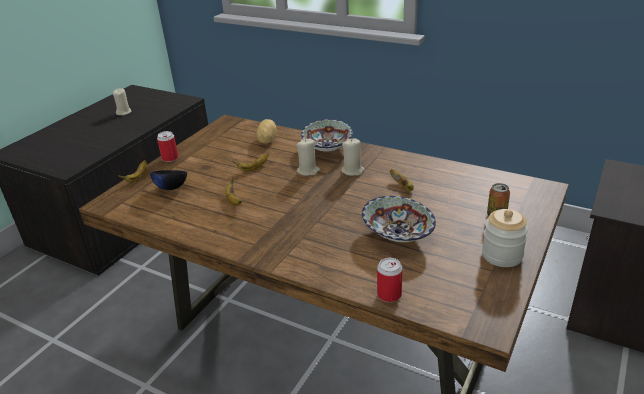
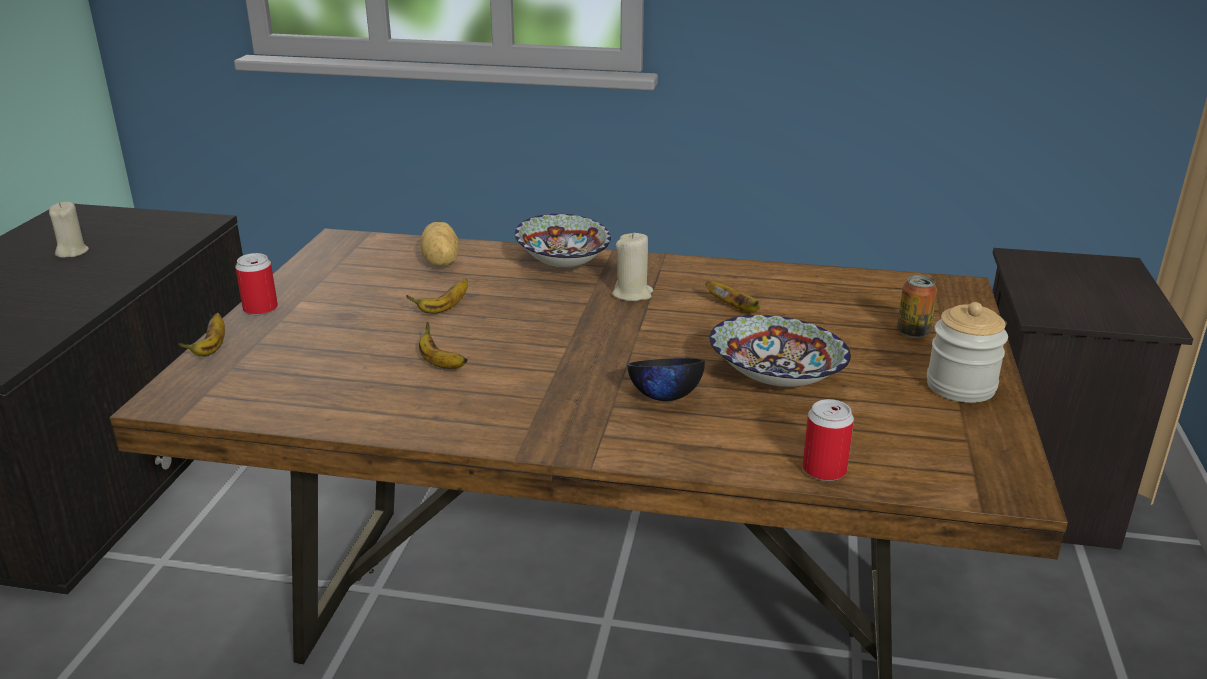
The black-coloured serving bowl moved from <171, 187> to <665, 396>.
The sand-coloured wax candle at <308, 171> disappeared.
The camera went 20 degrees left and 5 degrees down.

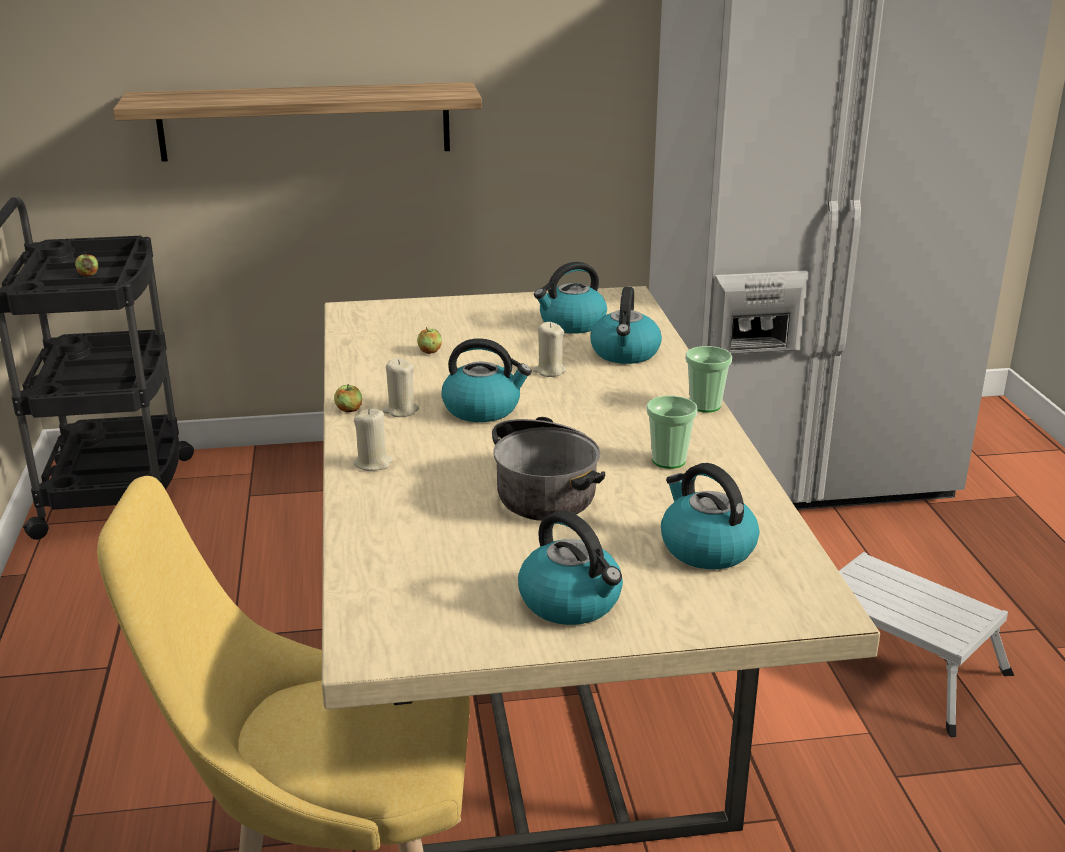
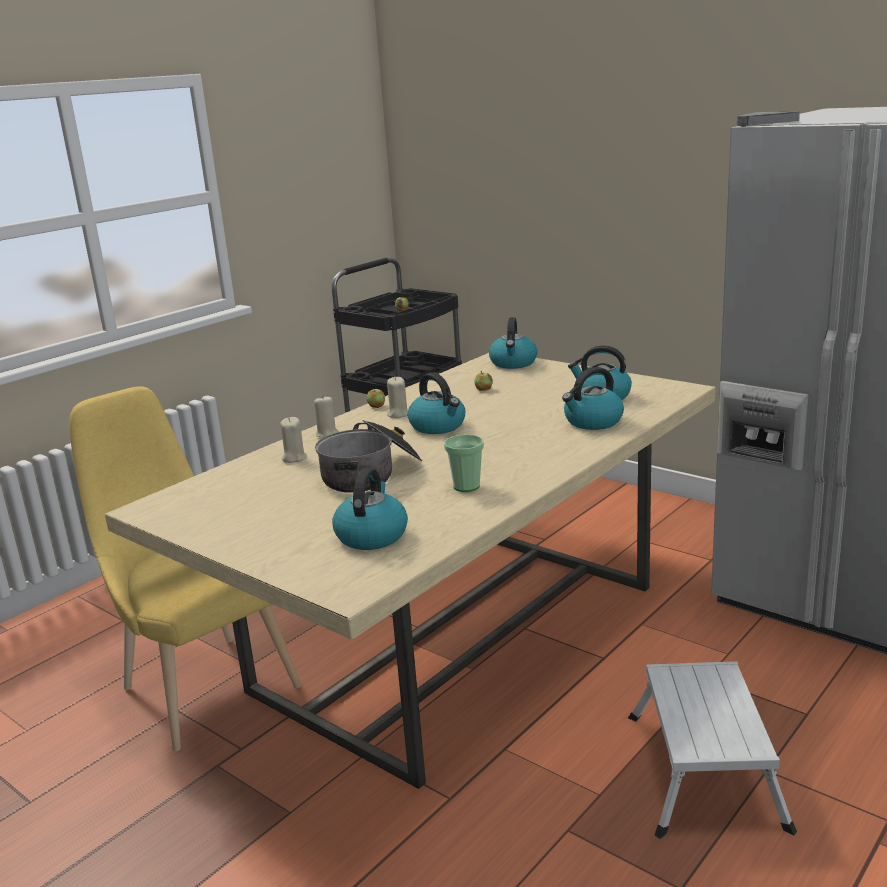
The wall shelf at <305, 121> disappeared.
The tea kettle moved from <572, 602> to <513, 363>.
The sand-coloured wax candle moved from <549, 371> to <294, 458>.
The cup at <705, 406> disappeared.
The camera went 50 degrees right and 5 degrees down.

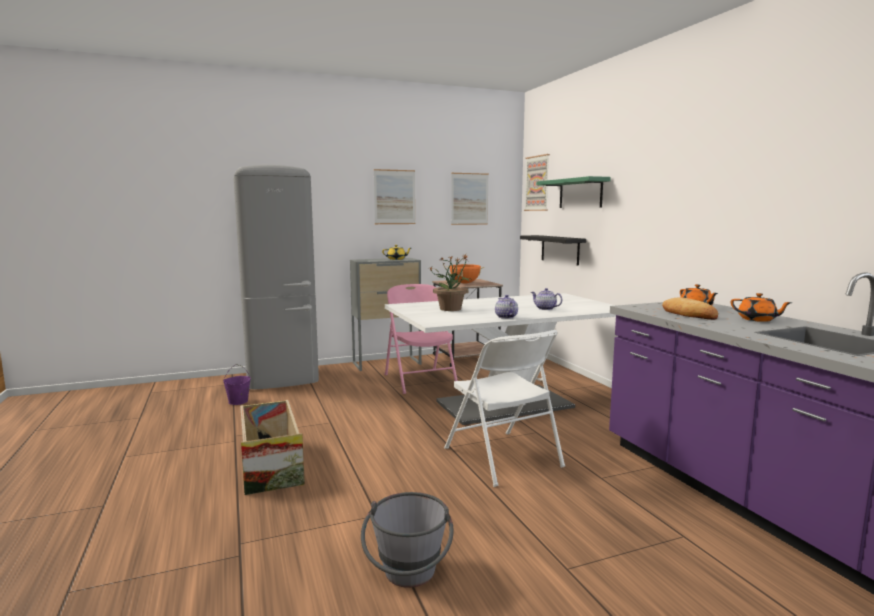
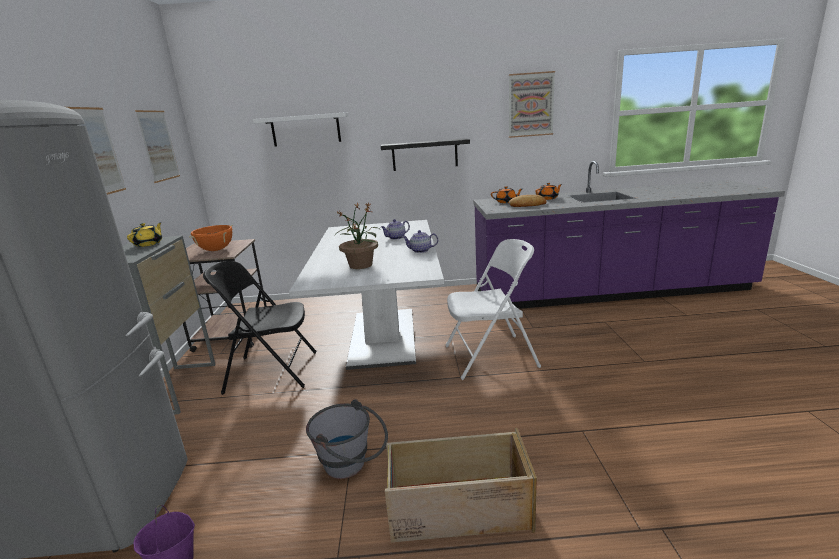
The greyish bucket moved from <408, 578> to <352, 466>.
The pink-coloured plain chair at <420, 380> became the black-coloured plain chair at <272, 371>.
The black-coloured wall shelf moved from <560, 249> to <424, 155>.
The picture moved from <537, 183> to <530, 105>.
The greenish wall shelf at <580, 193> became the white wall shelf at <306, 130>.
The camera went 70 degrees left and 10 degrees up.

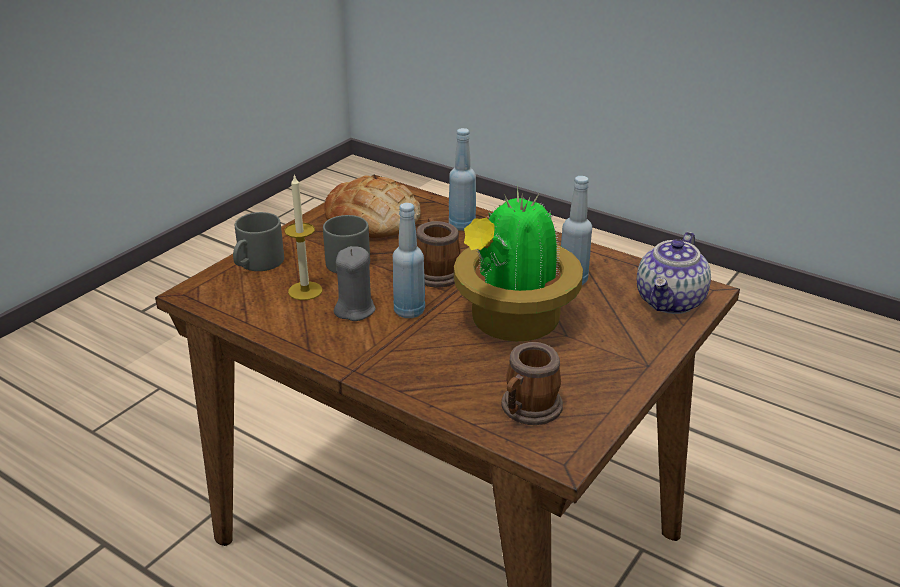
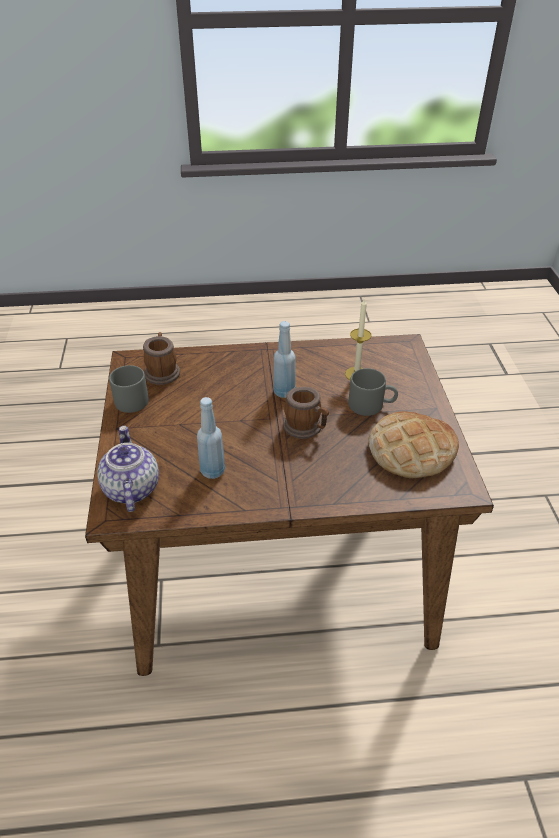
The greyish tea mug moved from <257, 264> to <130, 397>.
The greyish wax candle at <355, 310> disappeared.
The bluish drink bottle at <462, 225> disappeared.
The houseplant at <513, 323> disappeared.
The camera went 140 degrees right and 10 degrees up.

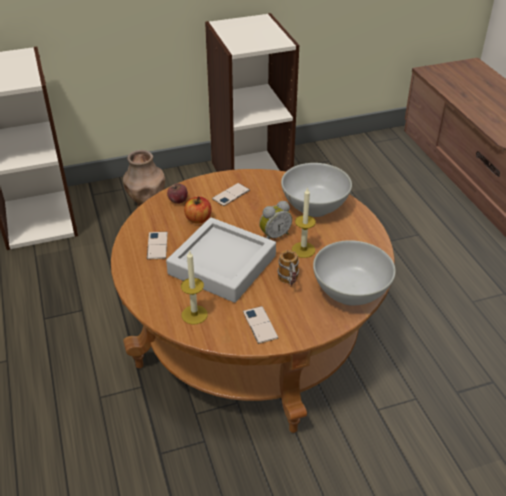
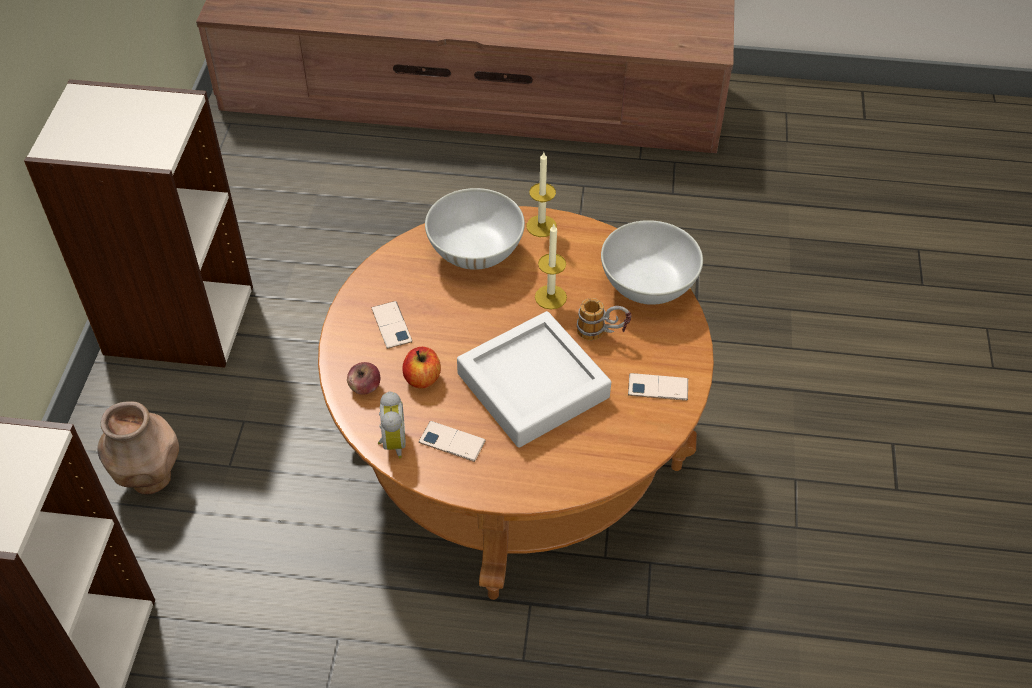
The wax candle moved from <194, 314> to <541, 226>.
The bedside clock moved from <274, 236> to <391, 442>.
The camera went 65 degrees left and 10 degrees up.

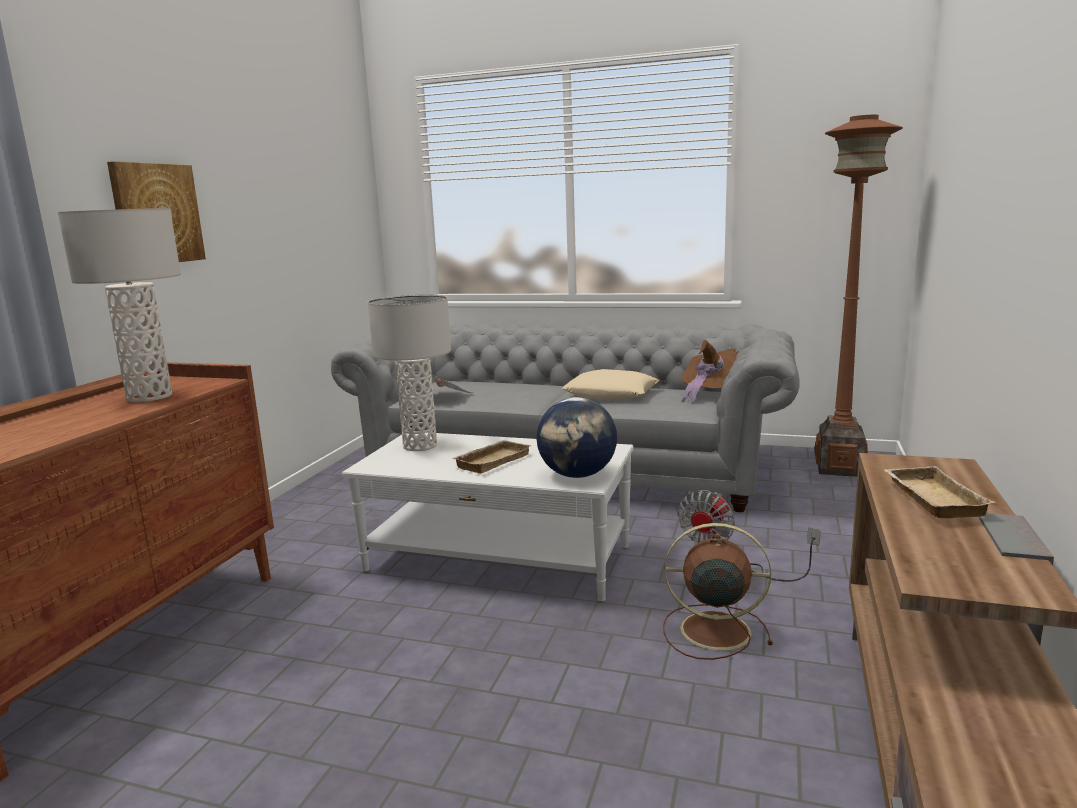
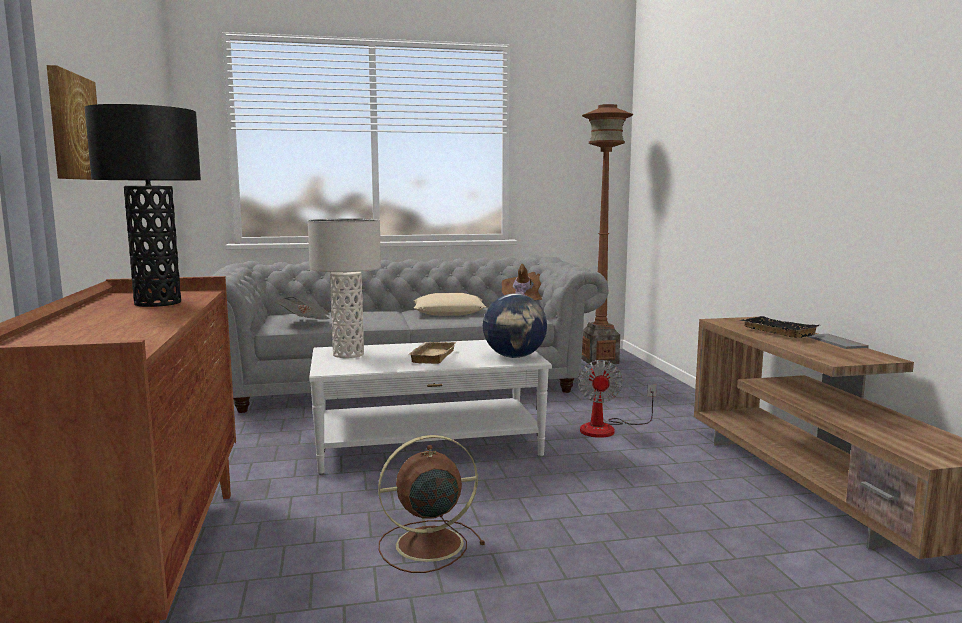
The white table lamp at <149, 396> became the black-coloured table lamp at <157, 303>.
The brownish fan moved from <712, 630> to <426, 545>.
The sand-coloured carrying tray at <930, 498> became the black-coloured carrying tray at <775, 331>.
The camera went 30 degrees left and 5 degrees down.

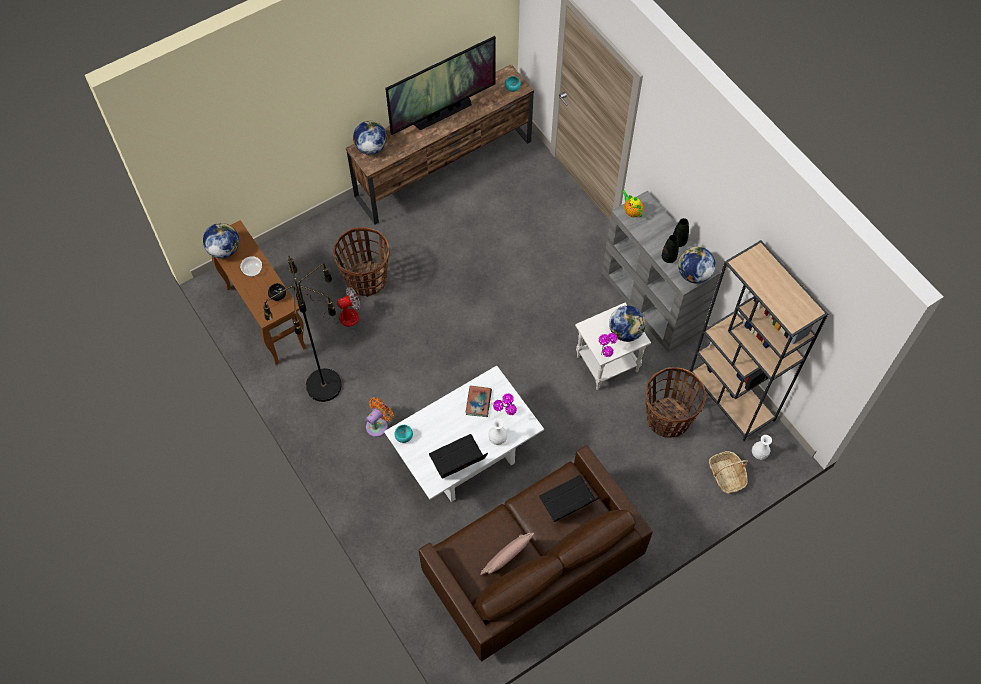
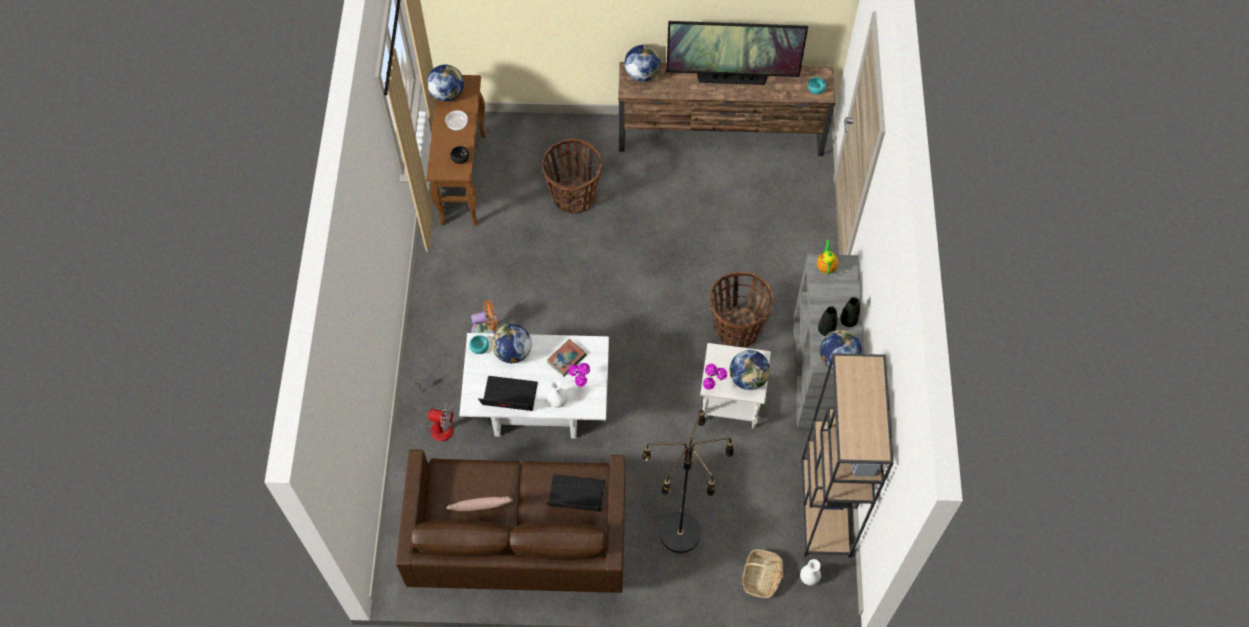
The standing lamp moved from <324, 386> to <680, 534>.
The fan moved from <342, 315> to <438, 424>.
The household basket moved from <668, 419> to <737, 328>.
The globe at <512, 352> appeared.
The camera went 35 degrees right and 0 degrees up.

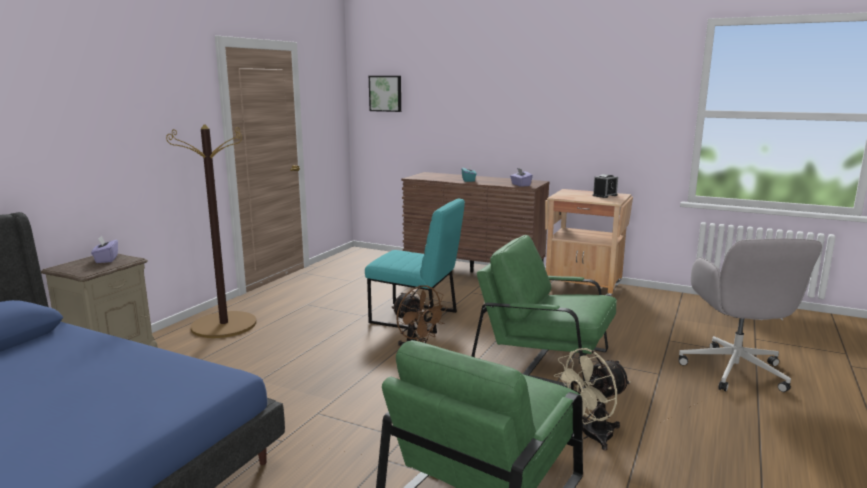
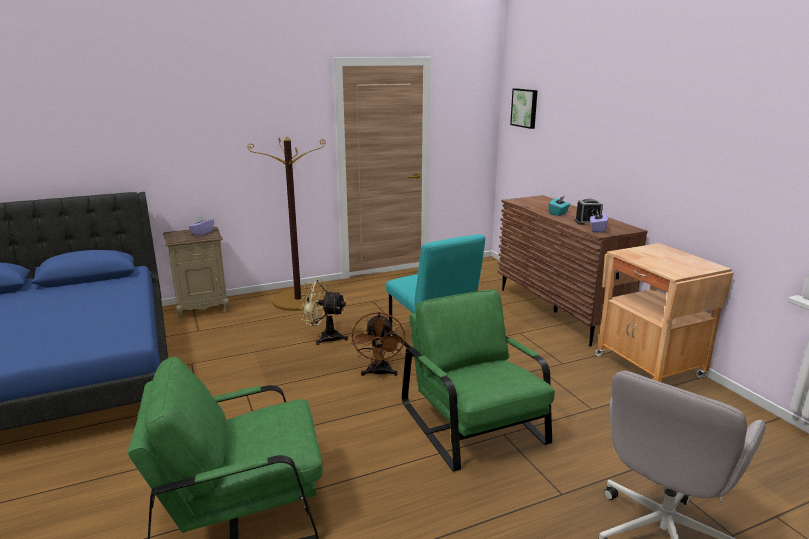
The sand-coloured fan moved from <591, 436> to <324, 337>.
The bedside clock moved from <604, 195> to <588, 222>.
The camera went 40 degrees right and 5 degrees up.

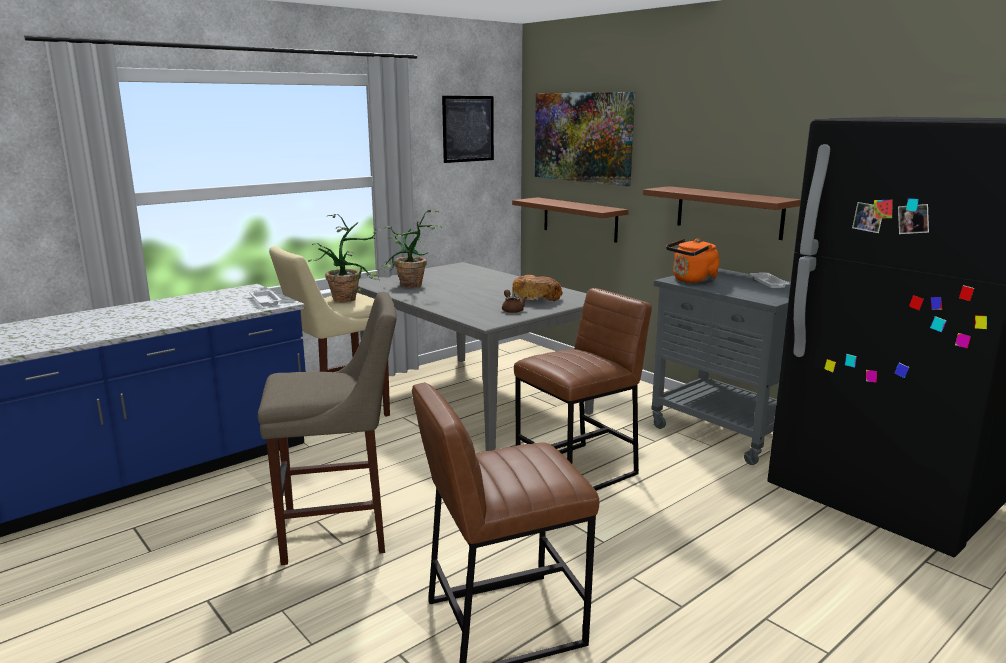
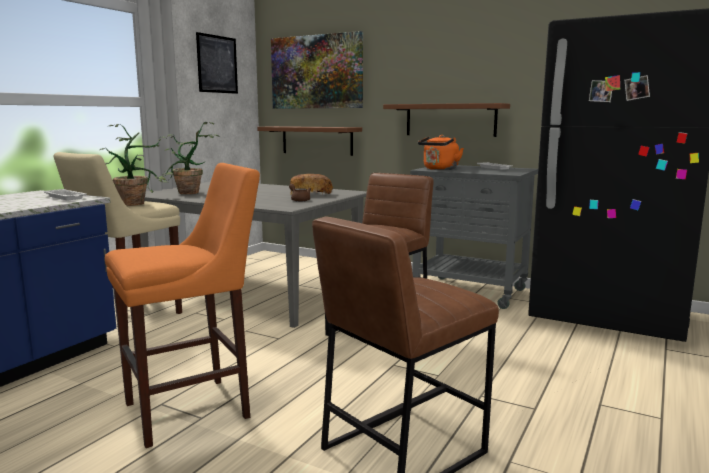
The sand-coloured stool seat at <341, 532> became the orange-coloured stool seat at <194, 409>.
The camera went 20 degrees left and 5 degrees down.

